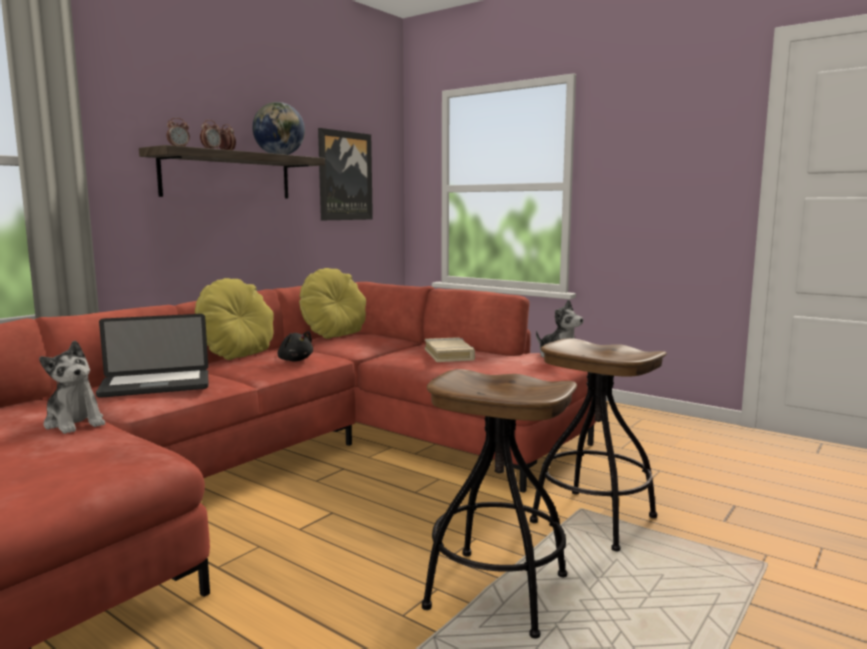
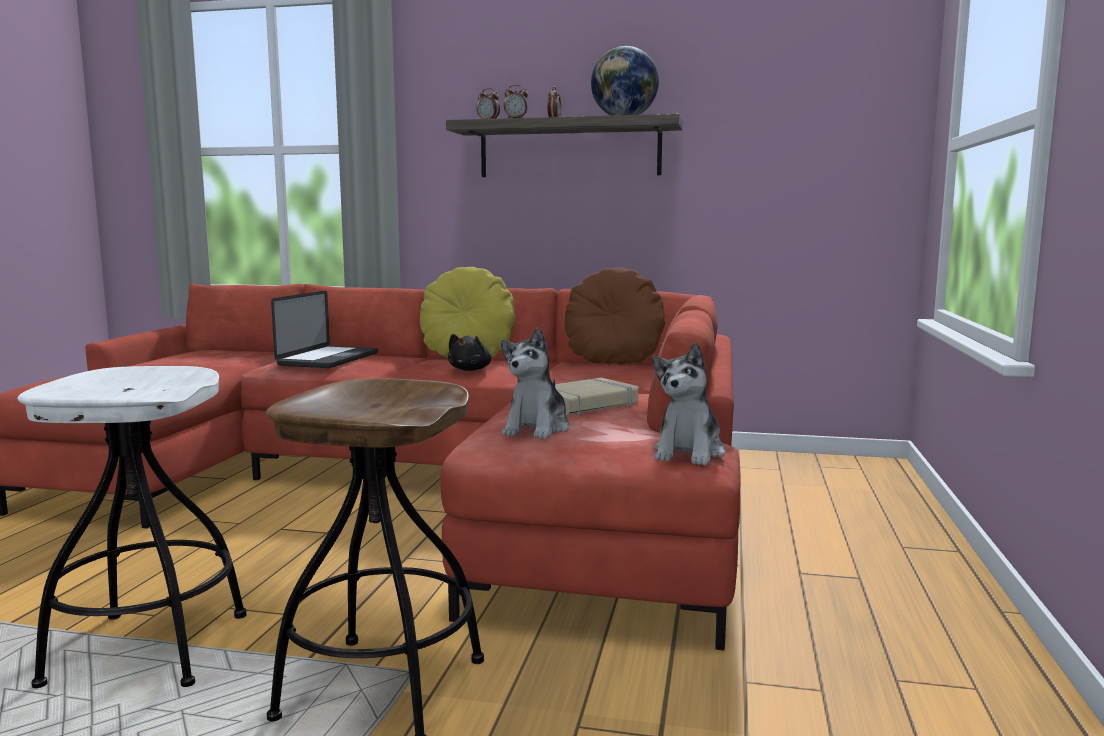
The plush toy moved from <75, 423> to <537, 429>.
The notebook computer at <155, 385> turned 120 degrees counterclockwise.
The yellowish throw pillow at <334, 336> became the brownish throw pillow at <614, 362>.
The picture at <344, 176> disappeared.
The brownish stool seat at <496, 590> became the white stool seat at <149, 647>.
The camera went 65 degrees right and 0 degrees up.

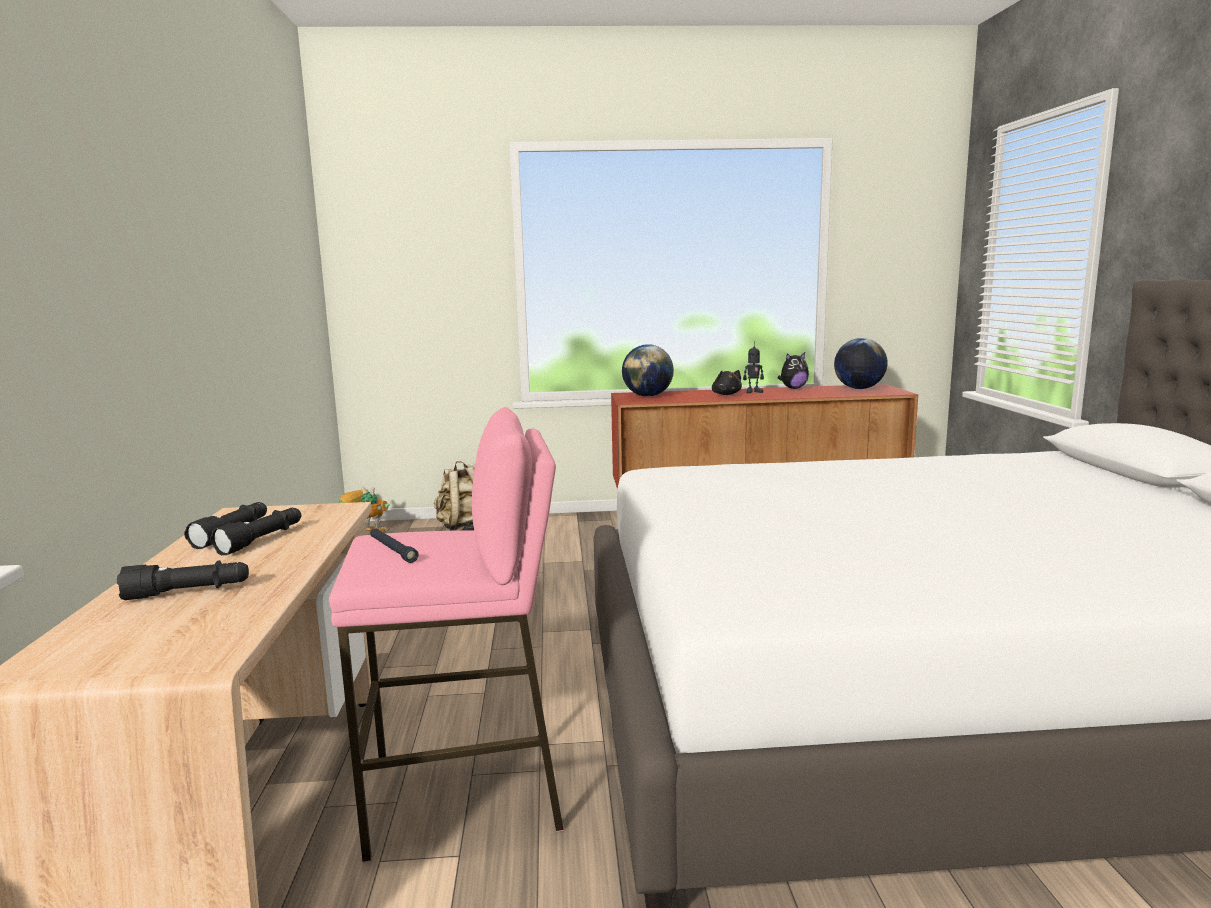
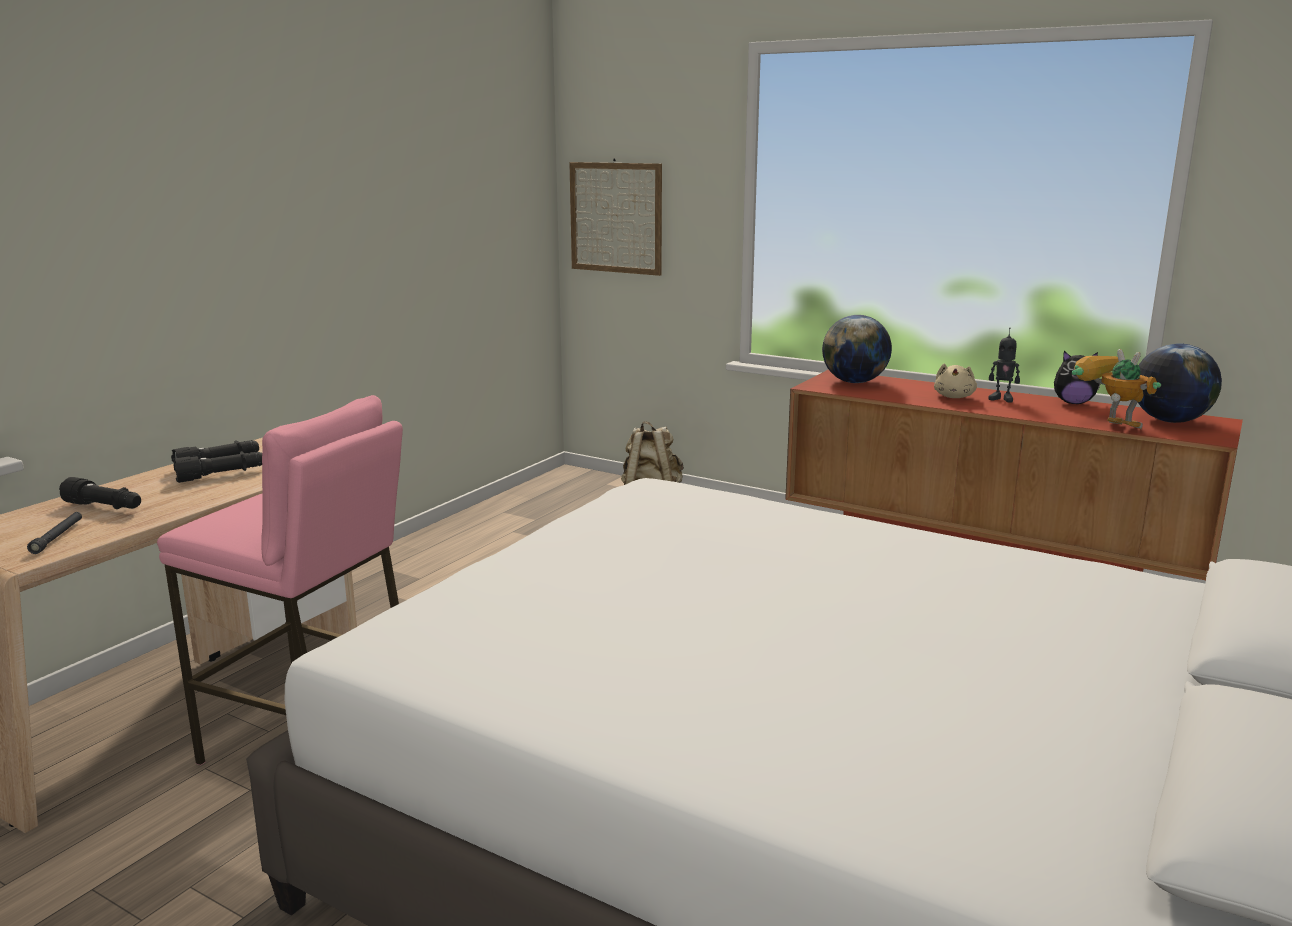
The robot figure moved from <366, 533> to <1105, 426>.
The black-coloured flashlight moved from <392, 550> to <58, 537>.
The black-coloured plush toy at <726, 394> became the sand-coloured plush toy at <954, 397>.
The picture at <616, 216> appeared.
The camera went 35 degrees right and 5 degrees up.

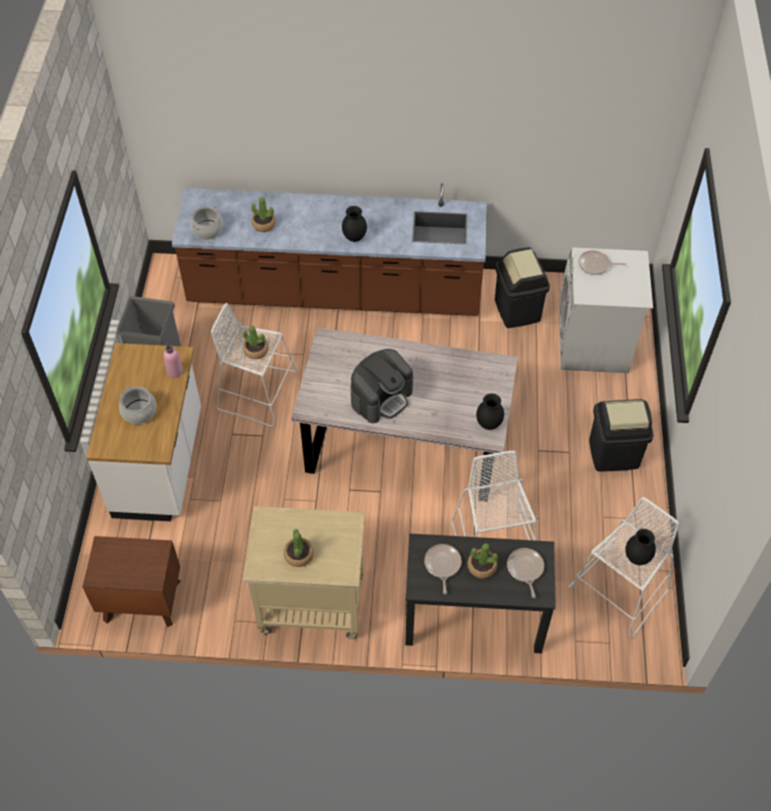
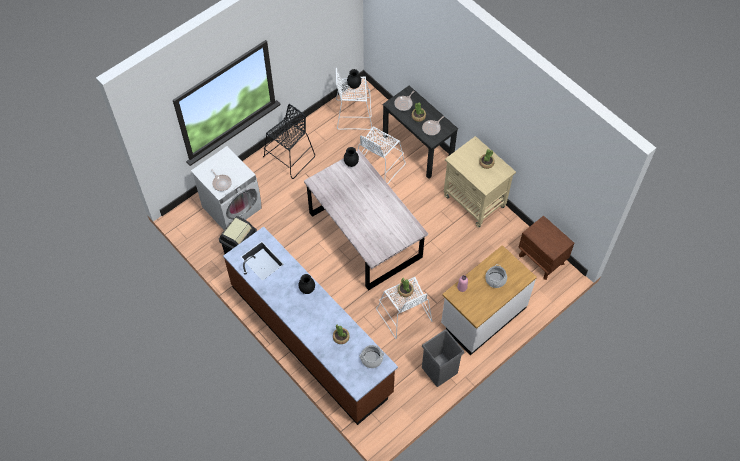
The coffee brewer at <381, 397> disappeared.
The black-coloured waste bin at <613, 454> was replaced by the black-coloured stool seat at <289, 158>.
The camera went 135 degrees left and 5 degrees up.

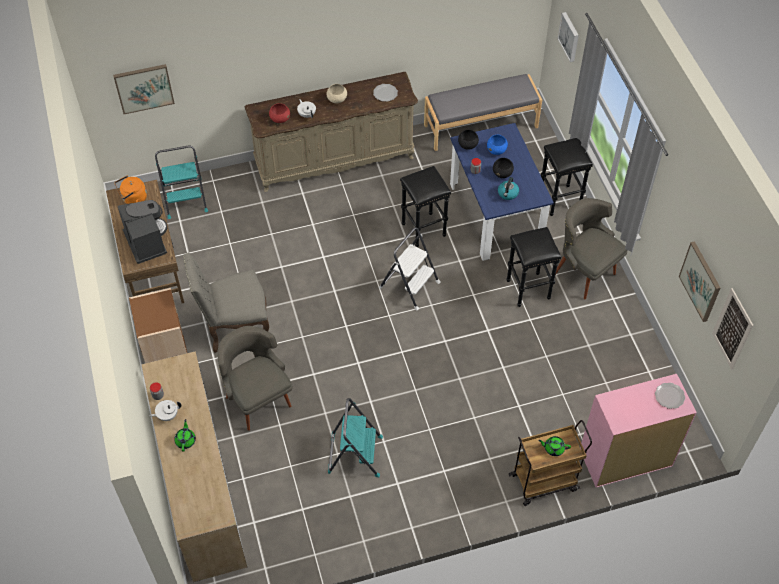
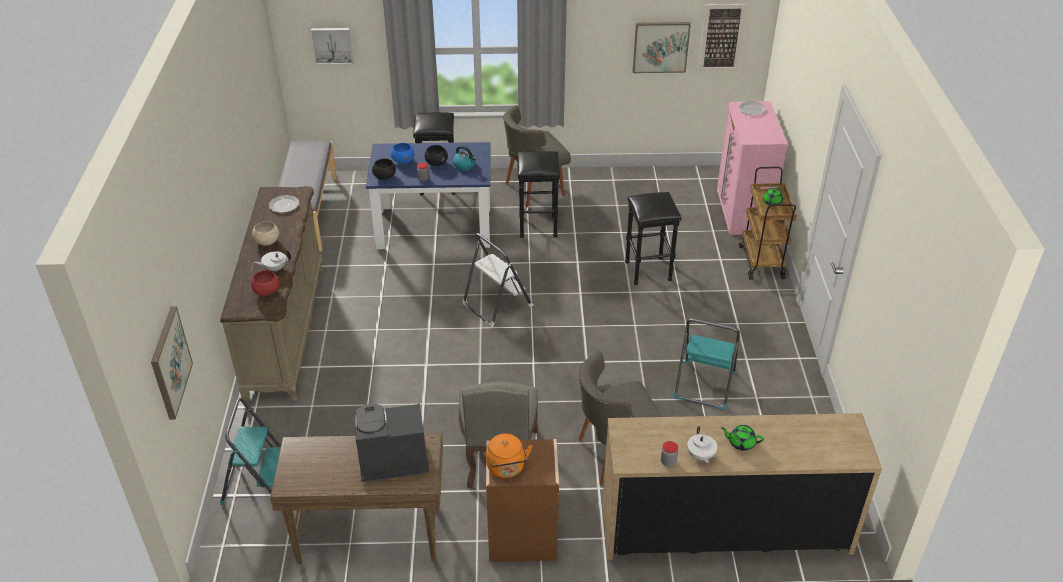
The orange-coloured tea kettle moved from <133, 199> to <506, 468>.
The black-coloured stool seat moved from <422, 229> to <647, 271>.
The camera went 75 degrees left and 15 degrees down.

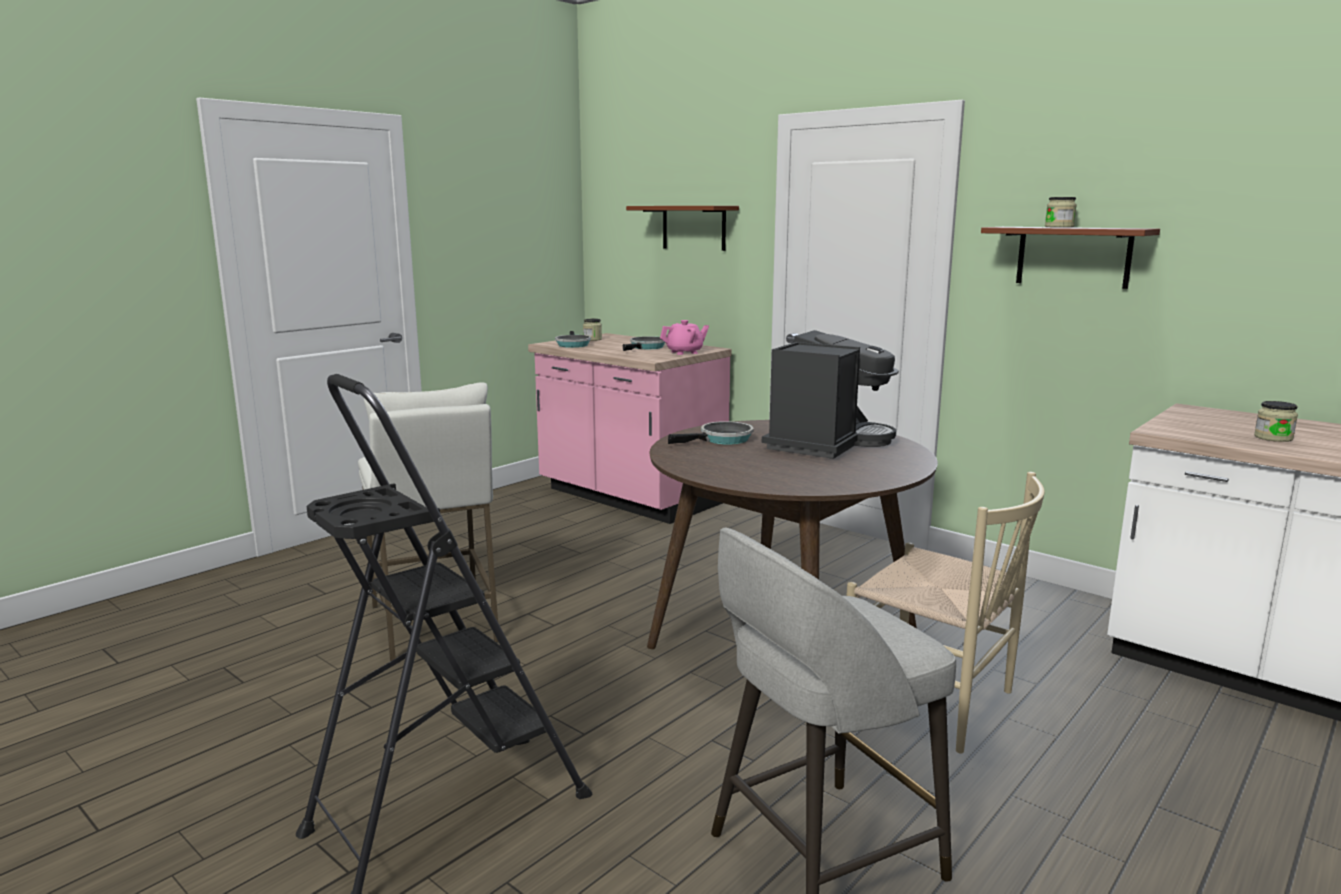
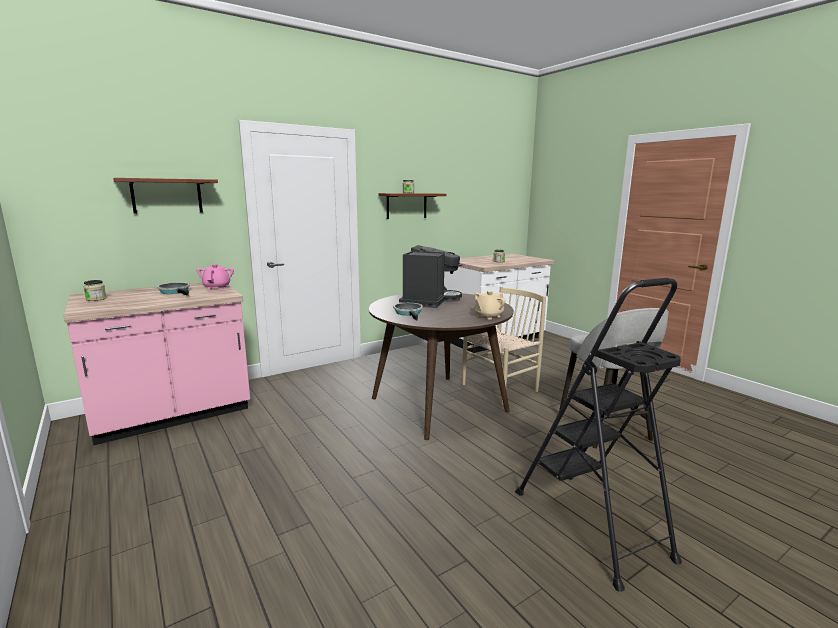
The white stool seat at <435, 624> disappeared.
The skillet at <572, 344> disappeared.
The coffee brewer at <826, 442> turned 60 degrees clockwise.
The sand-coloured tea pot at <488, 316> appeared.
The camera went 75 degrees left and 0 degrees up.

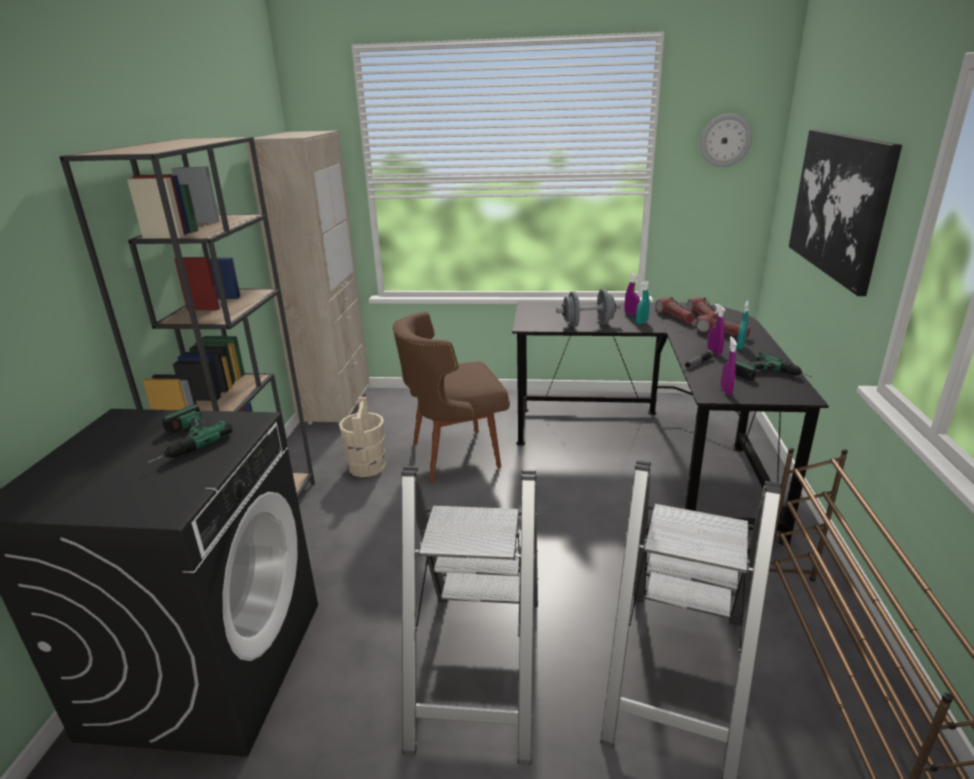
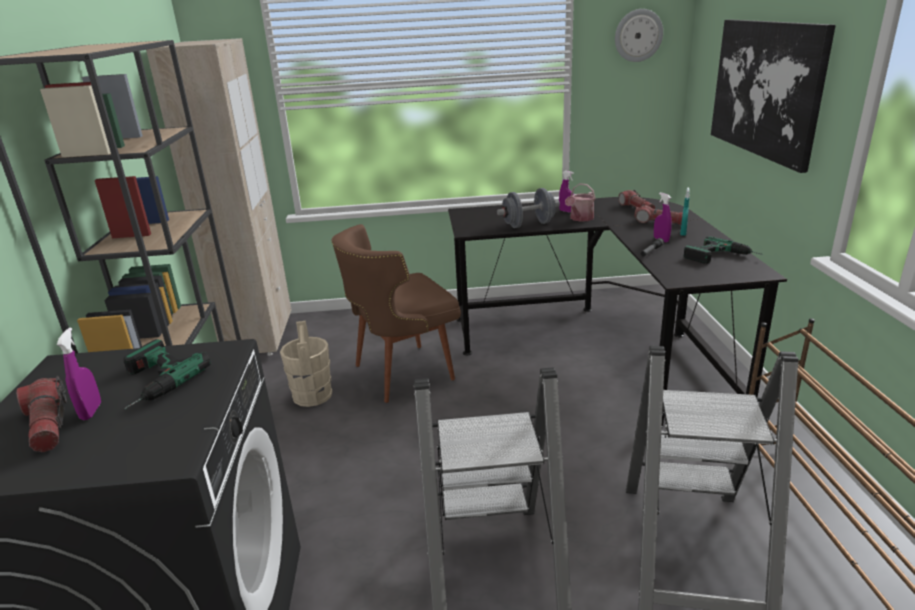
The turquoise-coloured spray bottle at <641, 322> was replaced by the sprinkling can at <580, 218>.
The flashlight moved from <674, 316> to <48, 425>.
The purple spray bottle moved from <726, 390> to <91, 411>.
The camera went 10 degrees left and 0 degrees up.

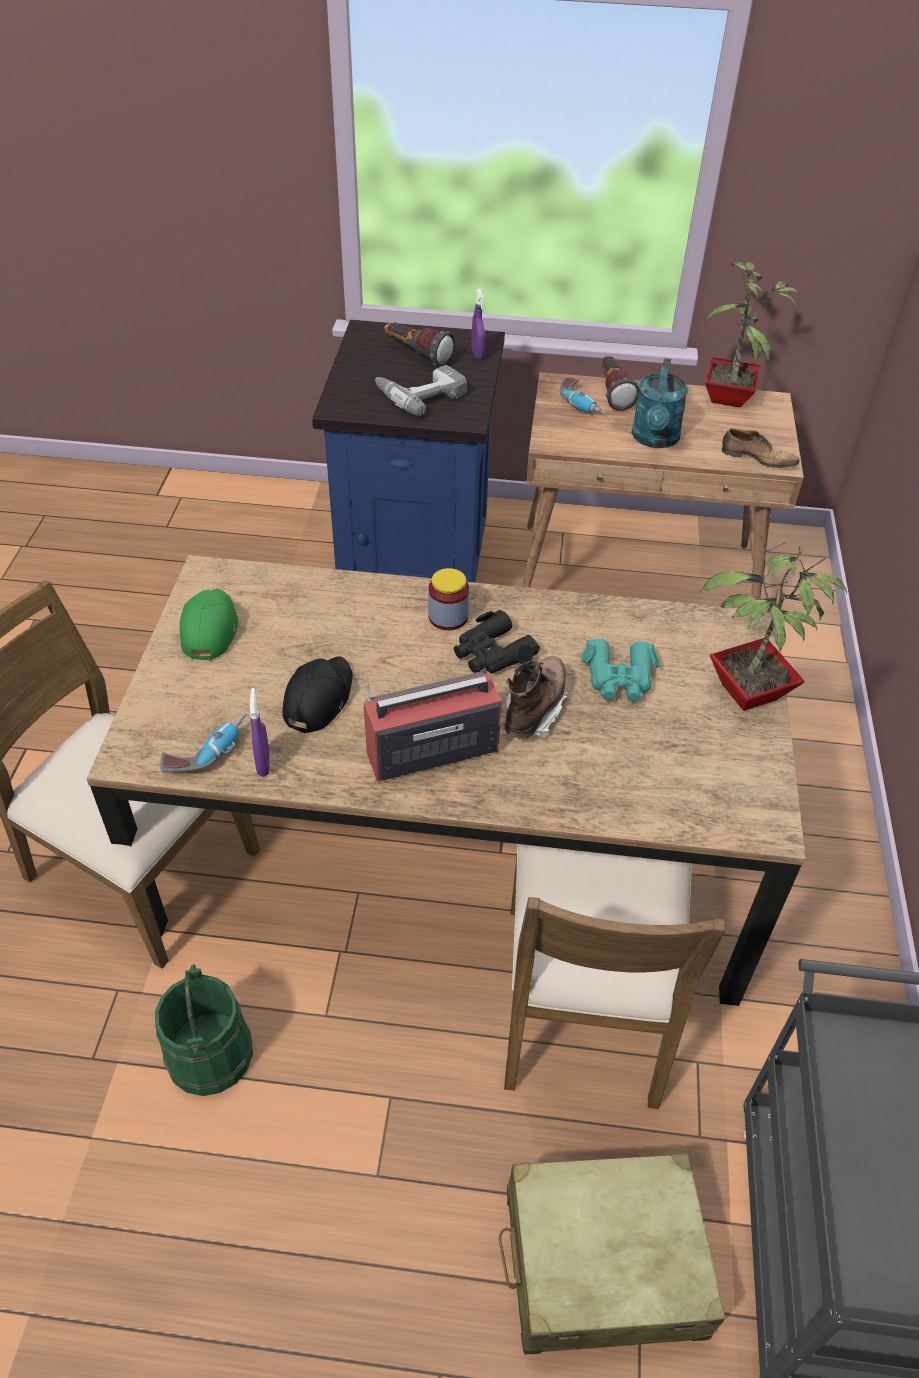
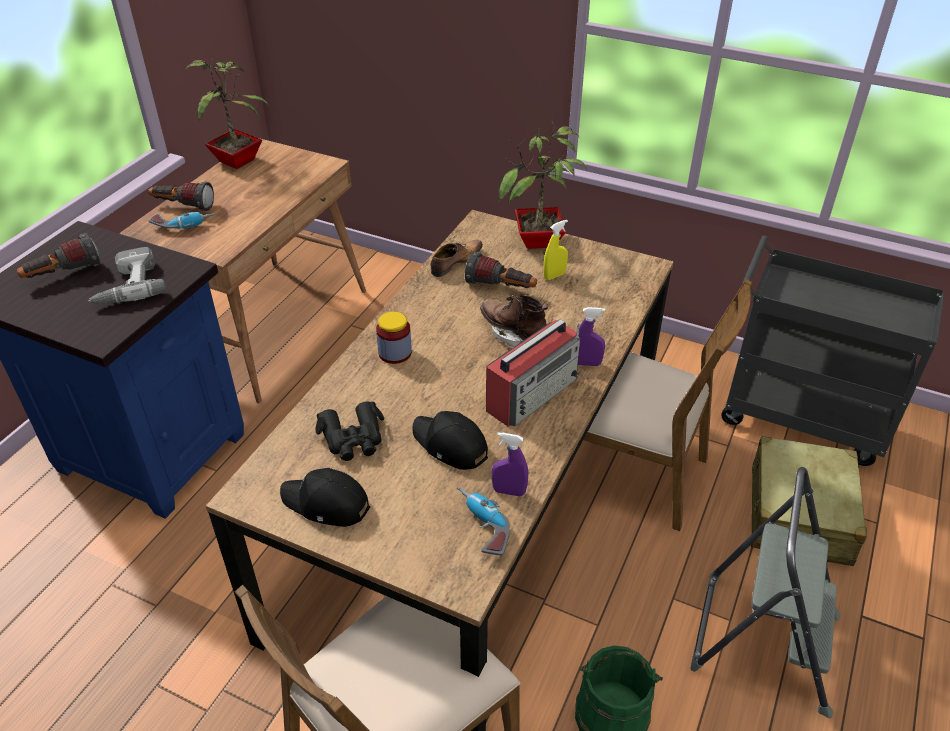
The greenish peaked cap at <209, 629> became the black-coloured peaked cap at <326, 504>.
The radio at <430, 751> turned 135 degrees counterclockwise.
The black-coloured binoculars moved from <492, 653> to <353, 438>.
The purple spray bottle moved from <477, 354> to <587, 363>.
The turquoise-coloured binoculars at <619, 678> was replaced by the flashlight at <501, 288>.
The turquoise-coloured sprinkling can at <655, 440> disappeared.
The item of footwear moved from <756, 458> to <455, 262>.
The yellowish spray bottle at <554, 276> appeared.
The greyish step stool at <759, 638> appeared.
The camera went 70 degrees left and 5 degrees down.

